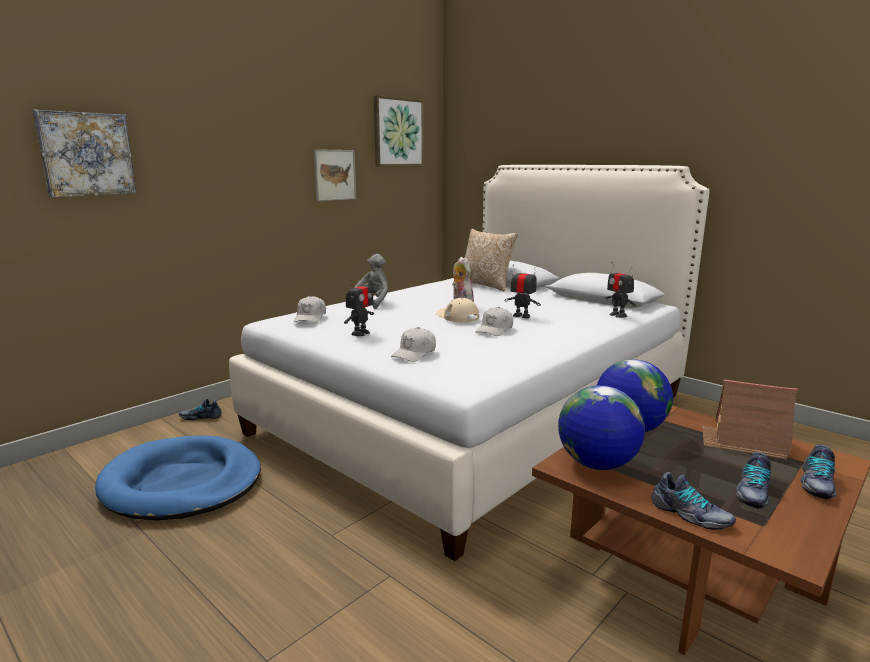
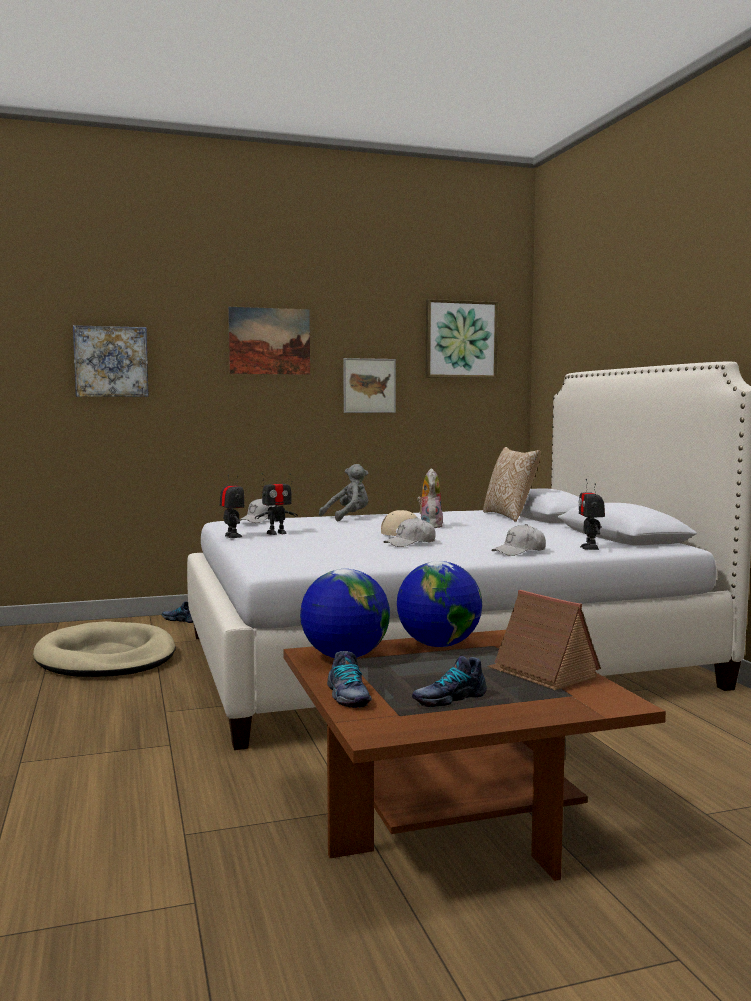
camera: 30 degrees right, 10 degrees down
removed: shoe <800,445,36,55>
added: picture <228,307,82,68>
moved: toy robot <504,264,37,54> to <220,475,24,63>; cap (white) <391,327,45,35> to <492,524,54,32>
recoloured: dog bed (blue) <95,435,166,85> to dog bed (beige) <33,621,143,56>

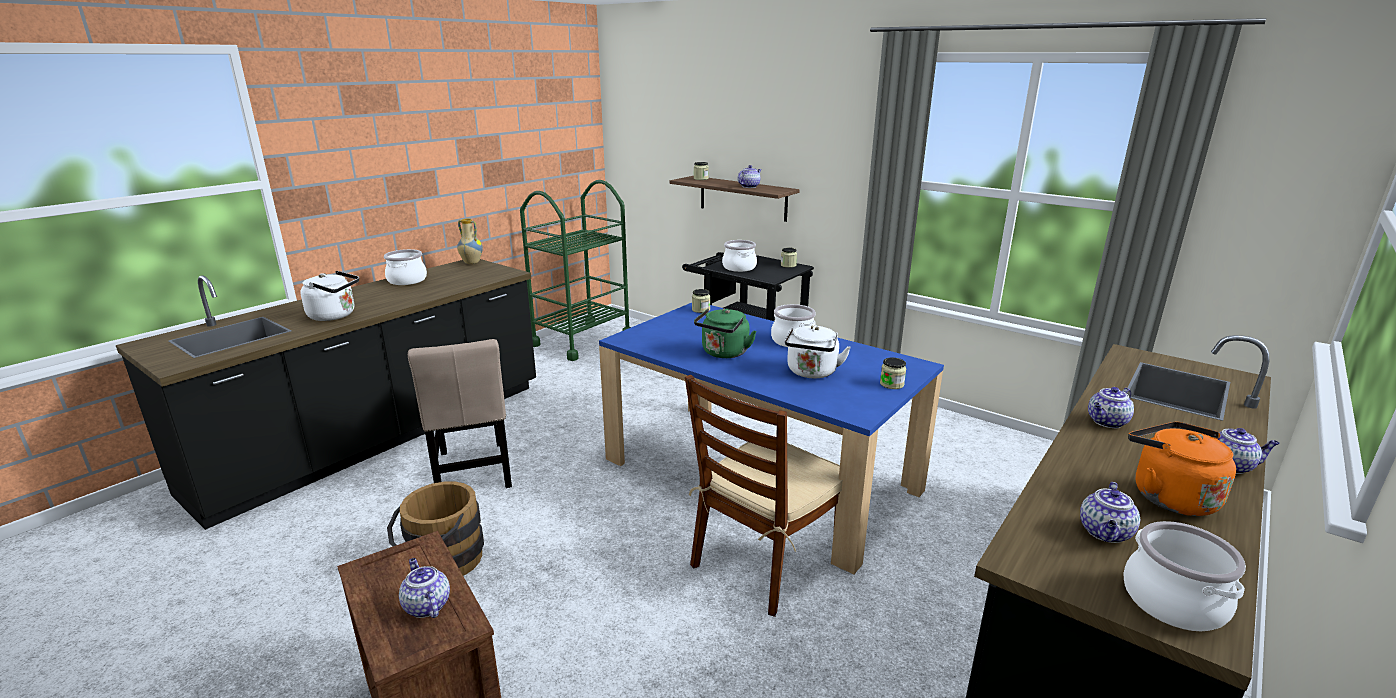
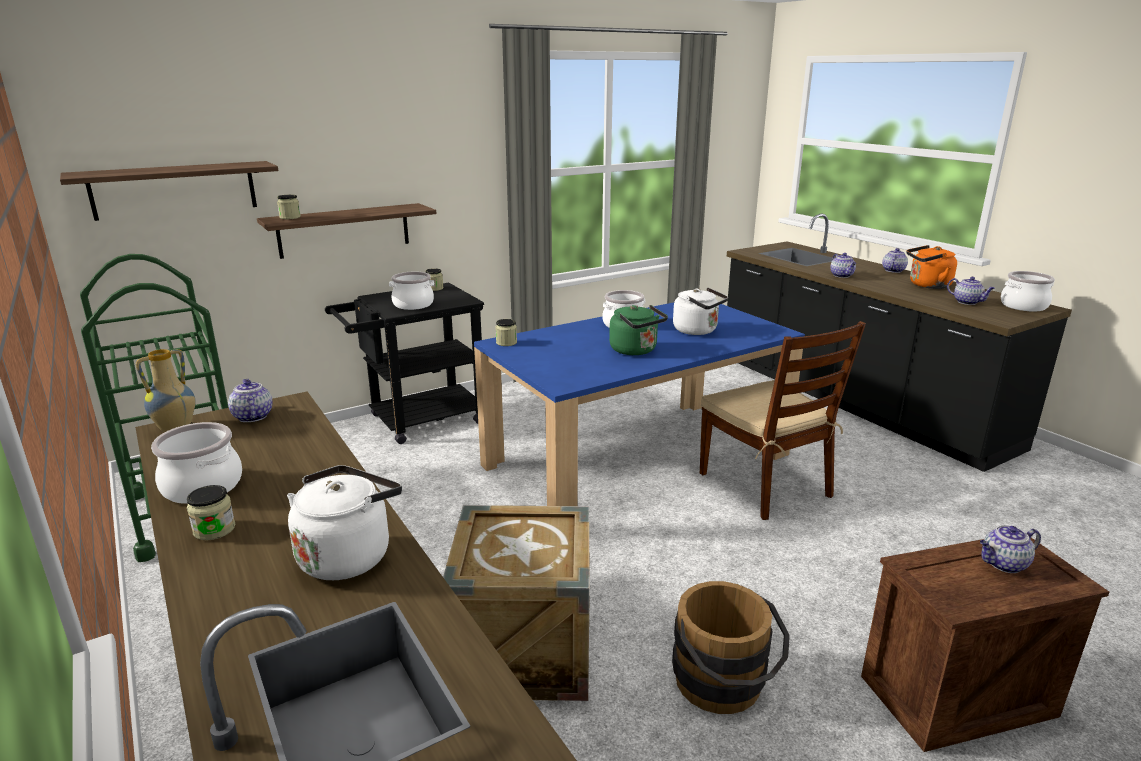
camera: 70 degrees left, 0 degrees up
added: shelf <60,161,219,60>
moved: jar <880,357,26,32> to <187,485,49,55>; teapot <738,165,24,23> to <228,379,45,43>
replaced: chair (beige) <408,339,104,149> to crate <443,505,147,196>

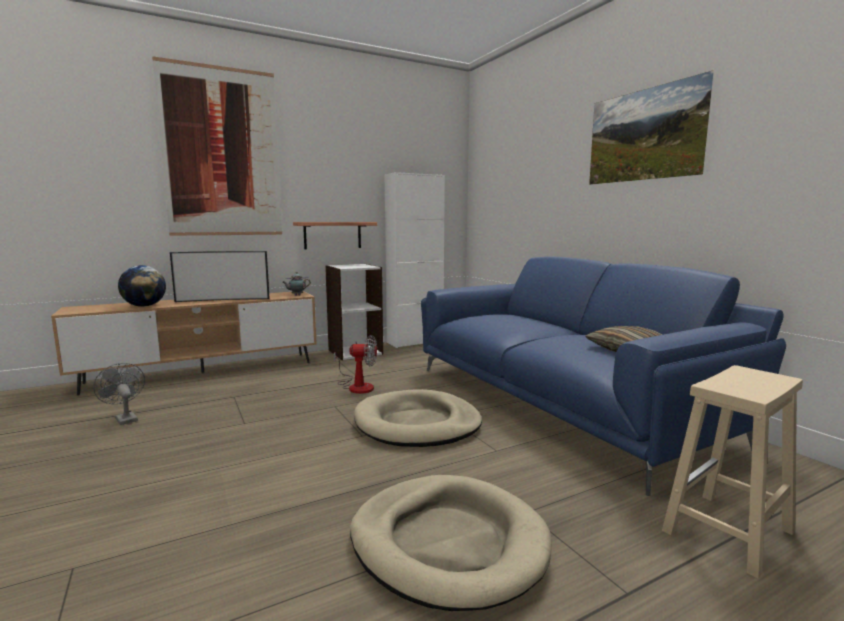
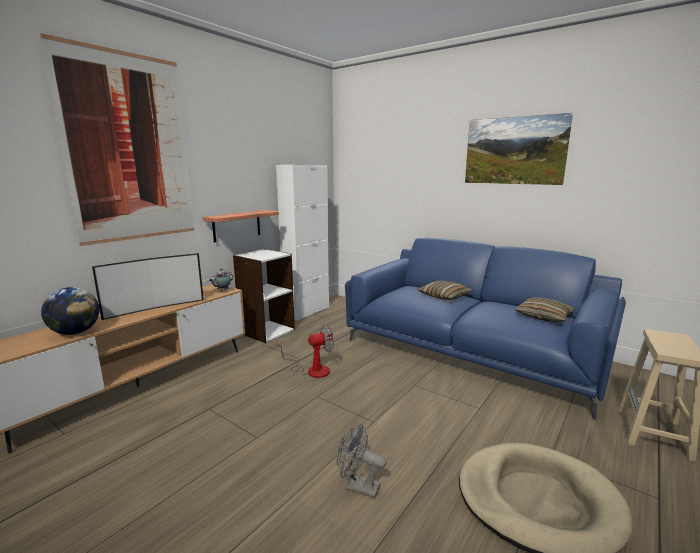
camera: 25 degrees left, 5 degrees up
removed: dog bed (beige) <354,389,128,58>
added: pillow <418,281,55,19>
moved: fan (grey) <93,363,52,62> to <336,424,50,74>

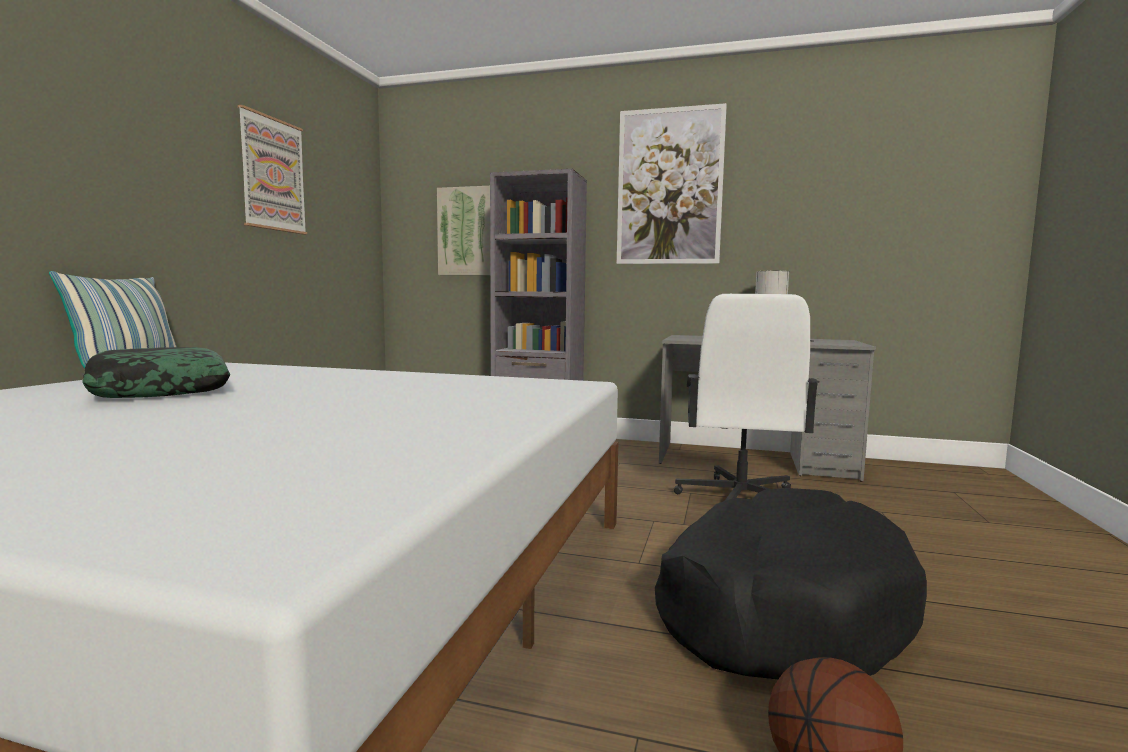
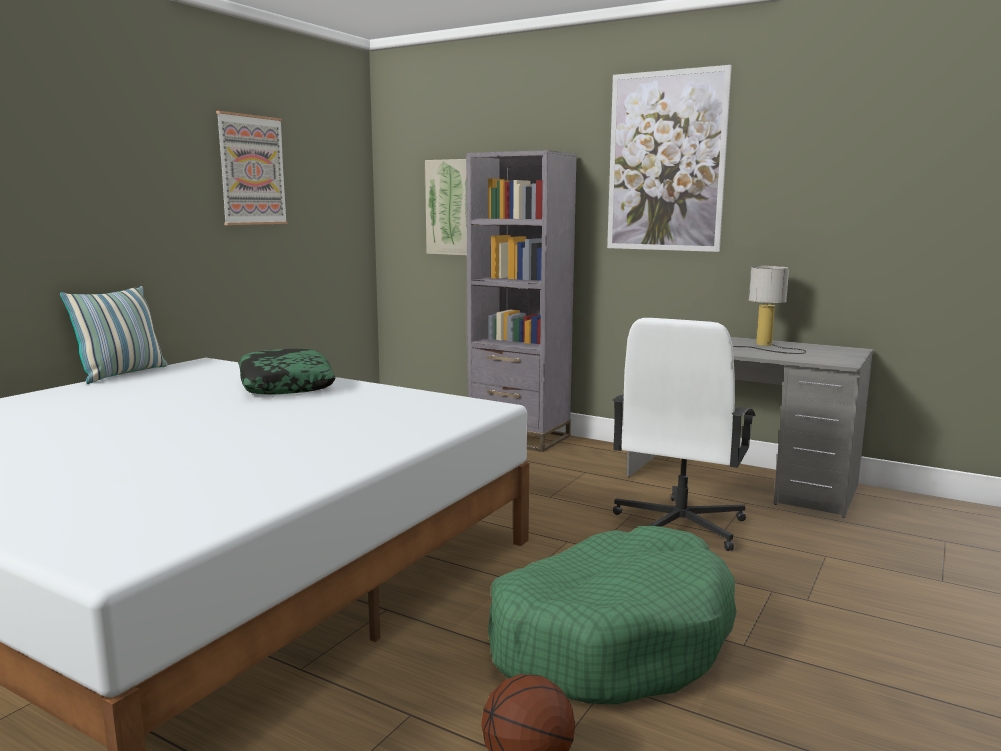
camera: 15 degrees right, 5 degrees up
moved: pillow <82,347,148,51> to <238,349,98,46>
recoloured: dog bed (black) <655,488,272,191> to dog bed (green) <488,526,248,179>

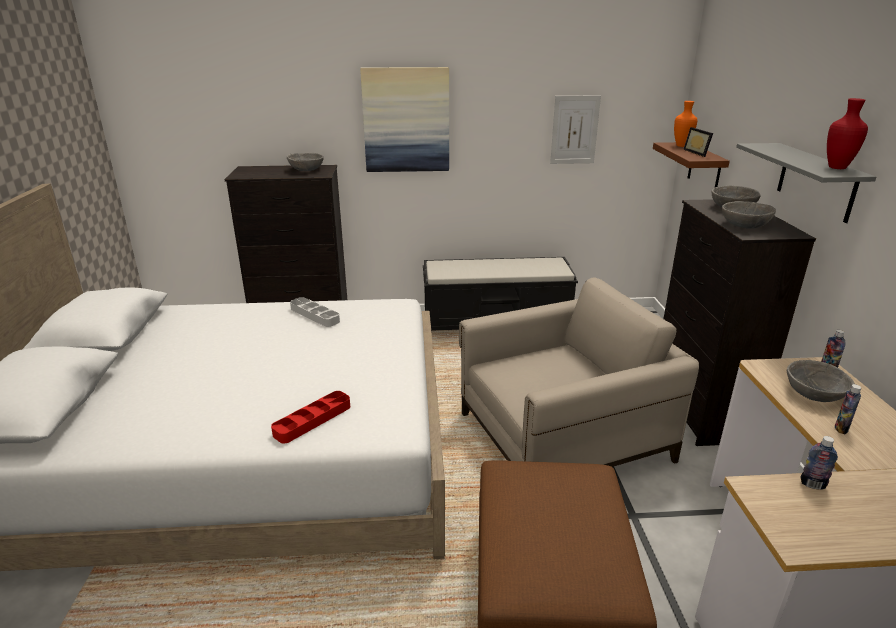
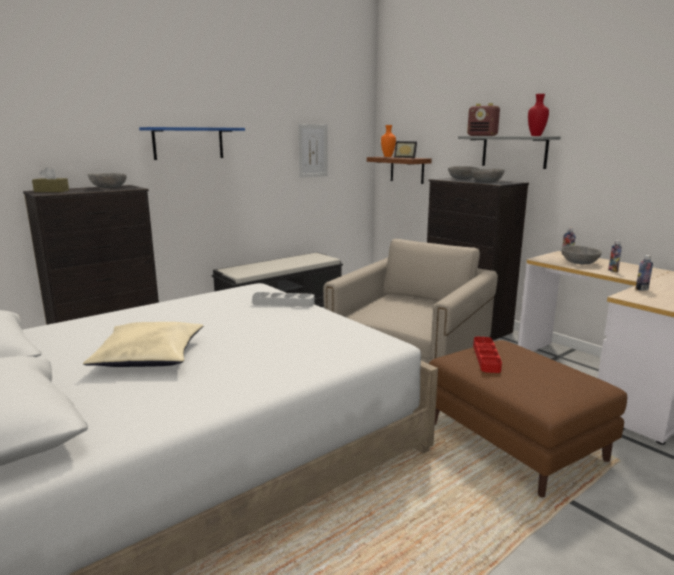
camera: 35 degrees left, 10 degrees down
added: tissue box (brown) <32,167,37,25>; pillow (beige) <83,322,121,45>; radio <467,103,33,33>
moved: tray (grey) <290,297,50,30> to <253,292,62,15>; tray (red) <271,391,79,53> to <473,337,29,36>
replaced: picture <360,67,89,105> to shelf (blue) <139,127,106,33>

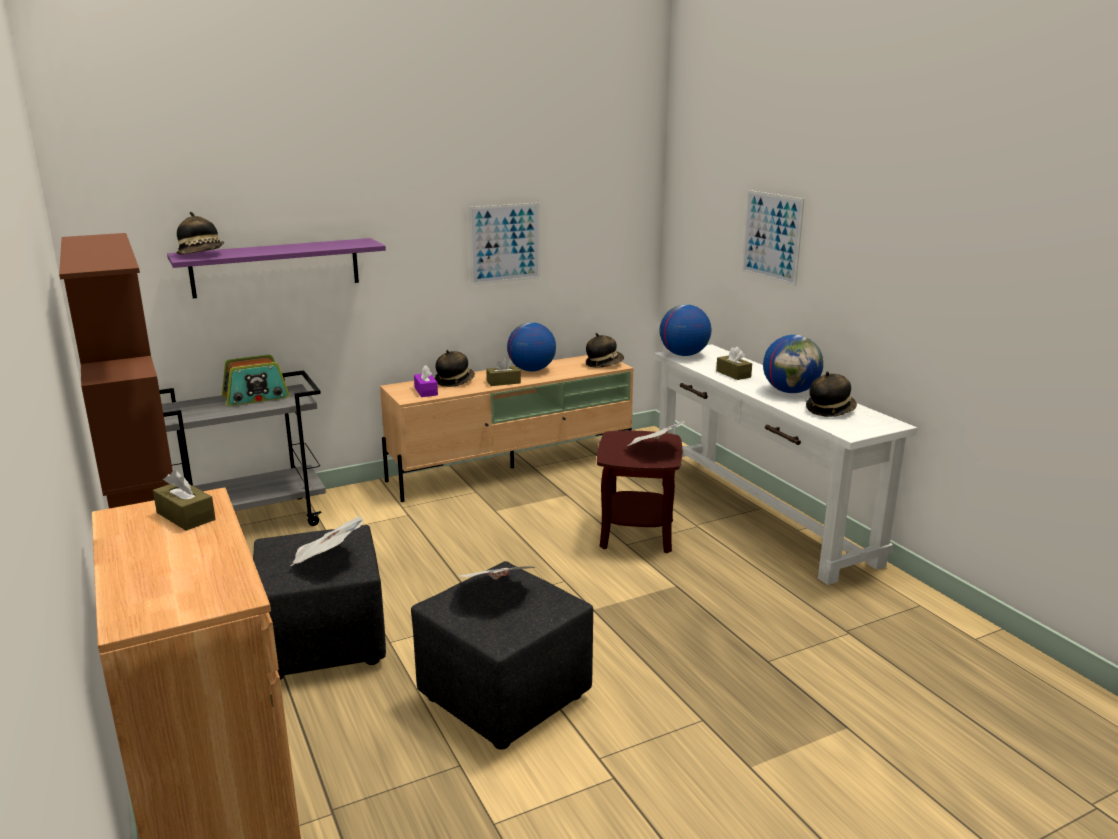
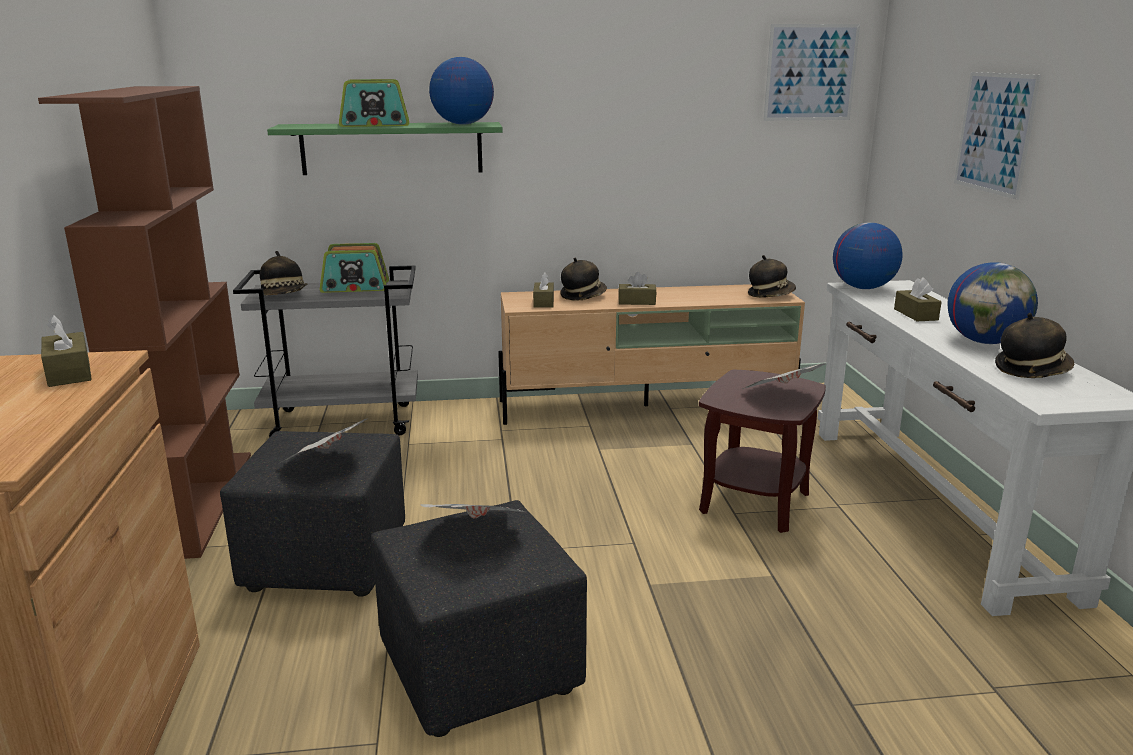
camera: 20 degrees right, 0 degrees up
added: radio <339,79,70,48>
moved: hat <176,212,49,43> to <258,251,50,45>; globe <507,322,49,49> to <429,57,65,68>; picture <468,203,72,82> to <764,24,96,97>
recoloured: shelf (purple) <167,238,219,60> to shelf (green) <267,122,236,53>; tissue box (purple) <414,366,24,31> to tissue box (brown) <533,272,21,36>

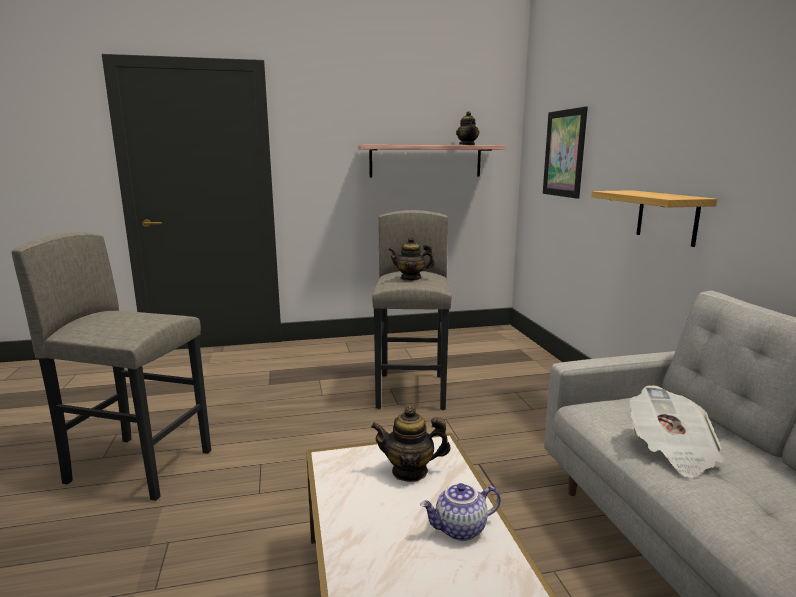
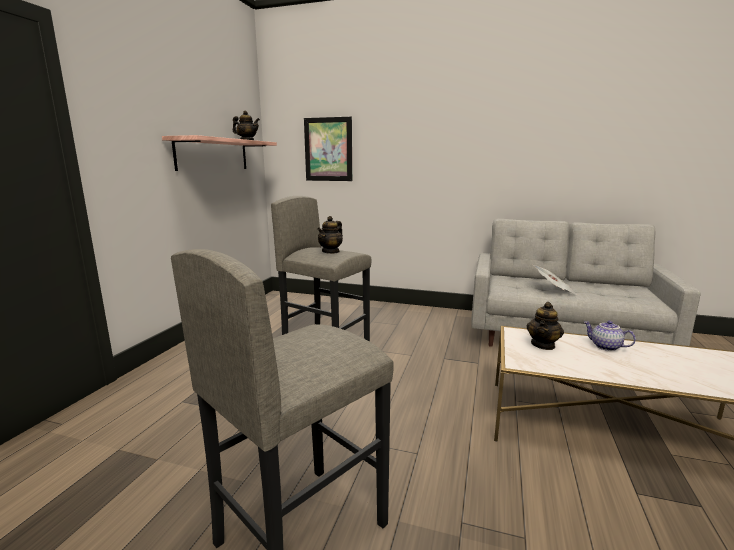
camera: 60 degrees left, 0 degrees up
removed: shelf <591,190,126,57>
turned: teapot <420,483,81,58> = <584,321,52,30> 120 degrees clockwise

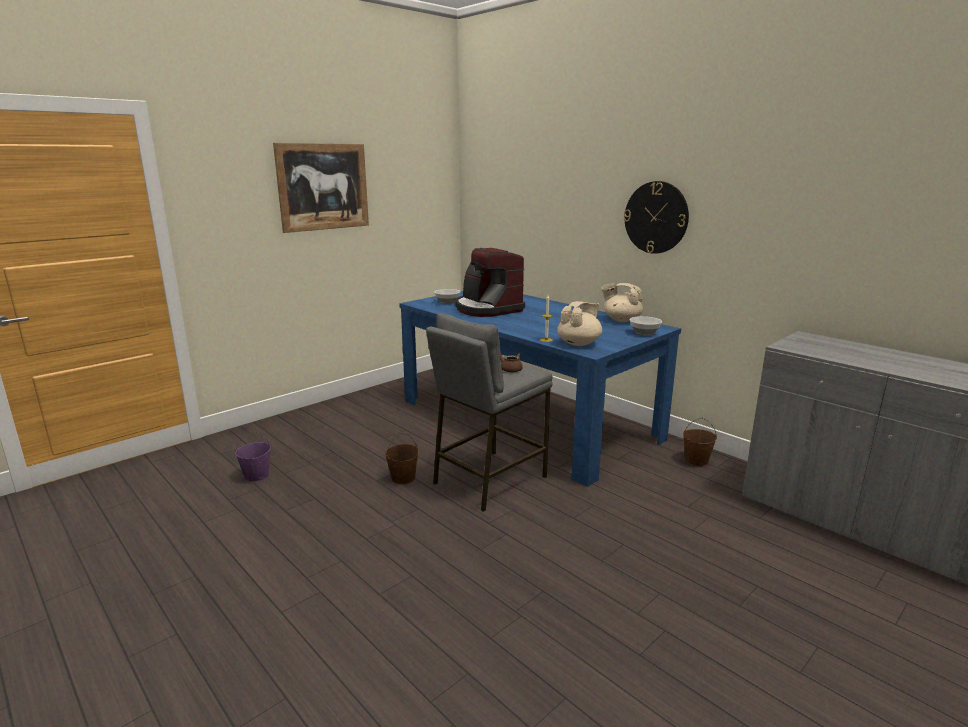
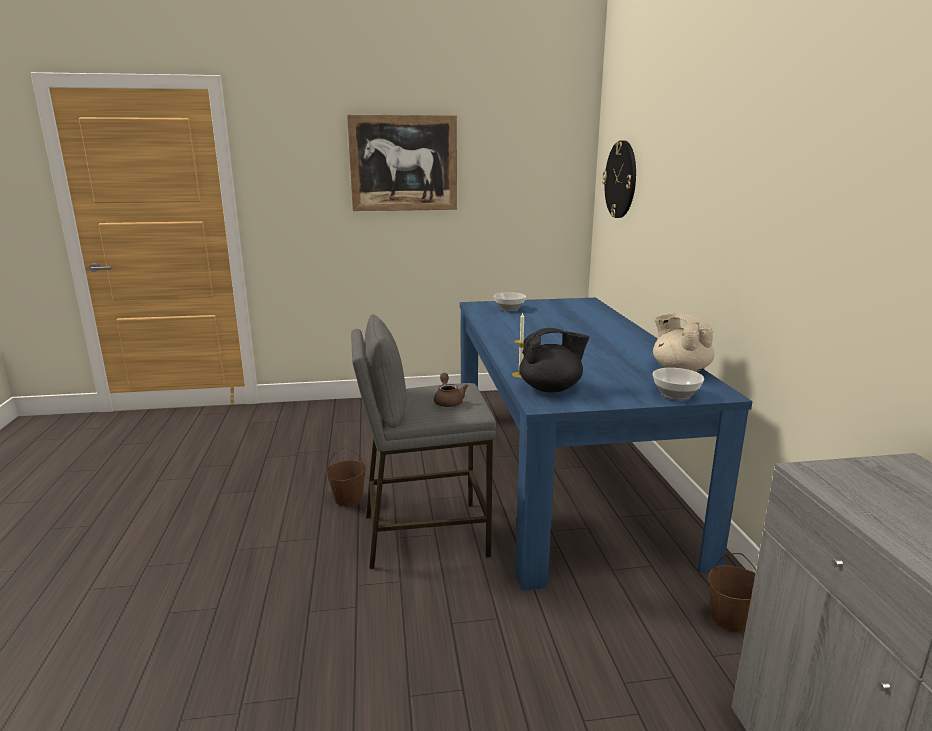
camera: 35 degrees right, 0 degrees up
removed: bucket (purple) <235,431,36,51>; coffee machine <455,248,70,69>
moved: wall clock <624,181,65,73> to <602,140,34,78>
recoloured: teapot (beige) <557,301,45,45> to teapot (black) <519,328,70,65>

